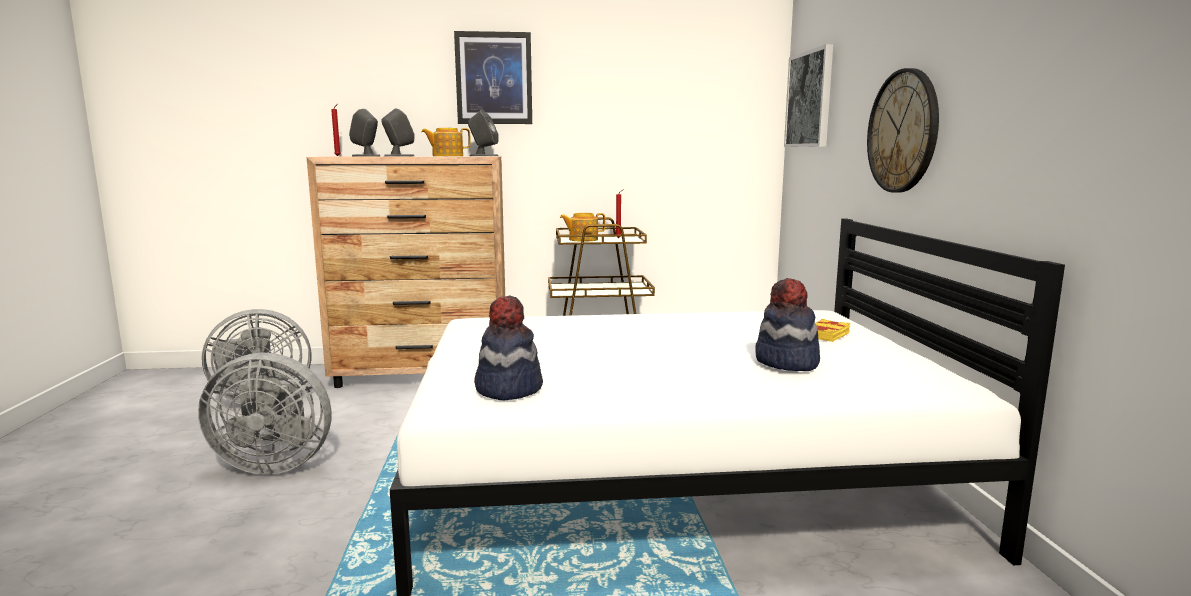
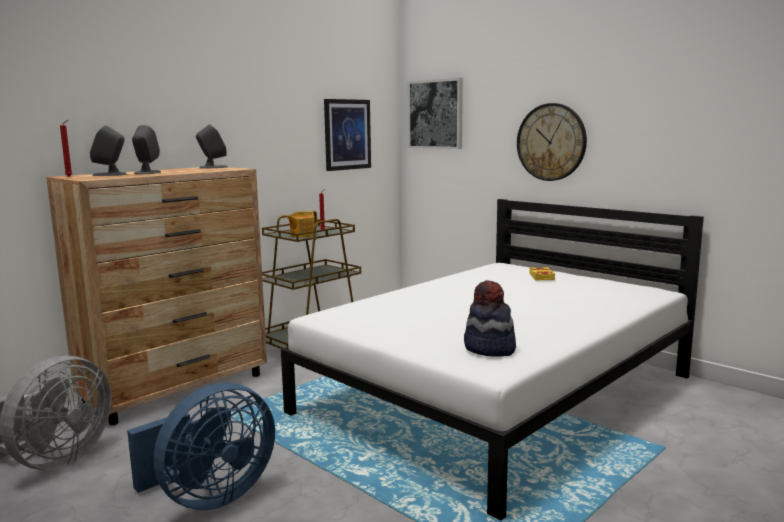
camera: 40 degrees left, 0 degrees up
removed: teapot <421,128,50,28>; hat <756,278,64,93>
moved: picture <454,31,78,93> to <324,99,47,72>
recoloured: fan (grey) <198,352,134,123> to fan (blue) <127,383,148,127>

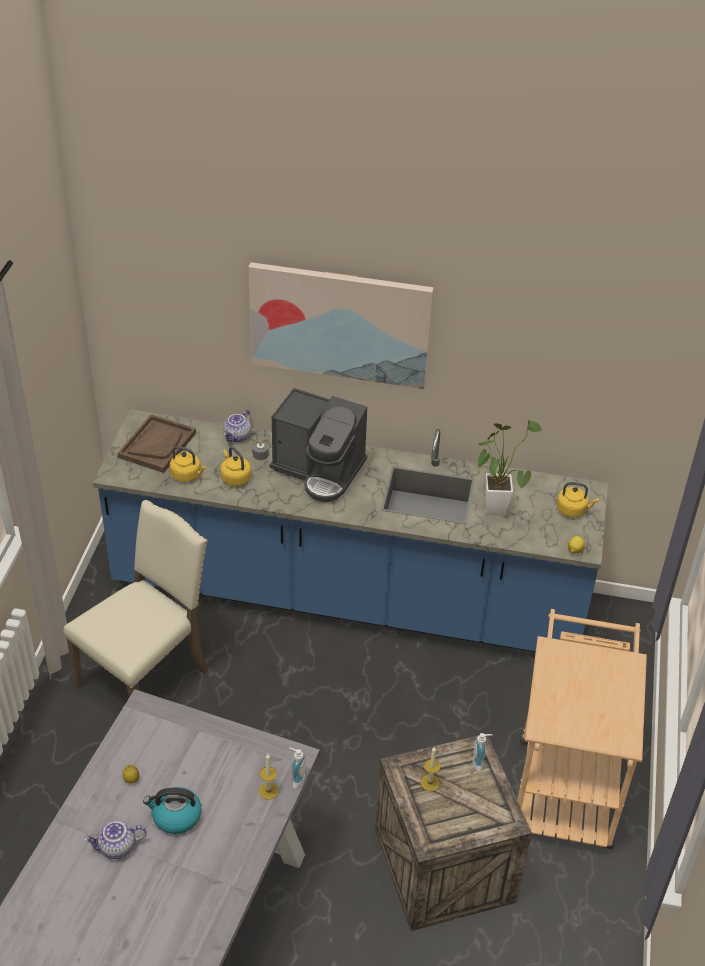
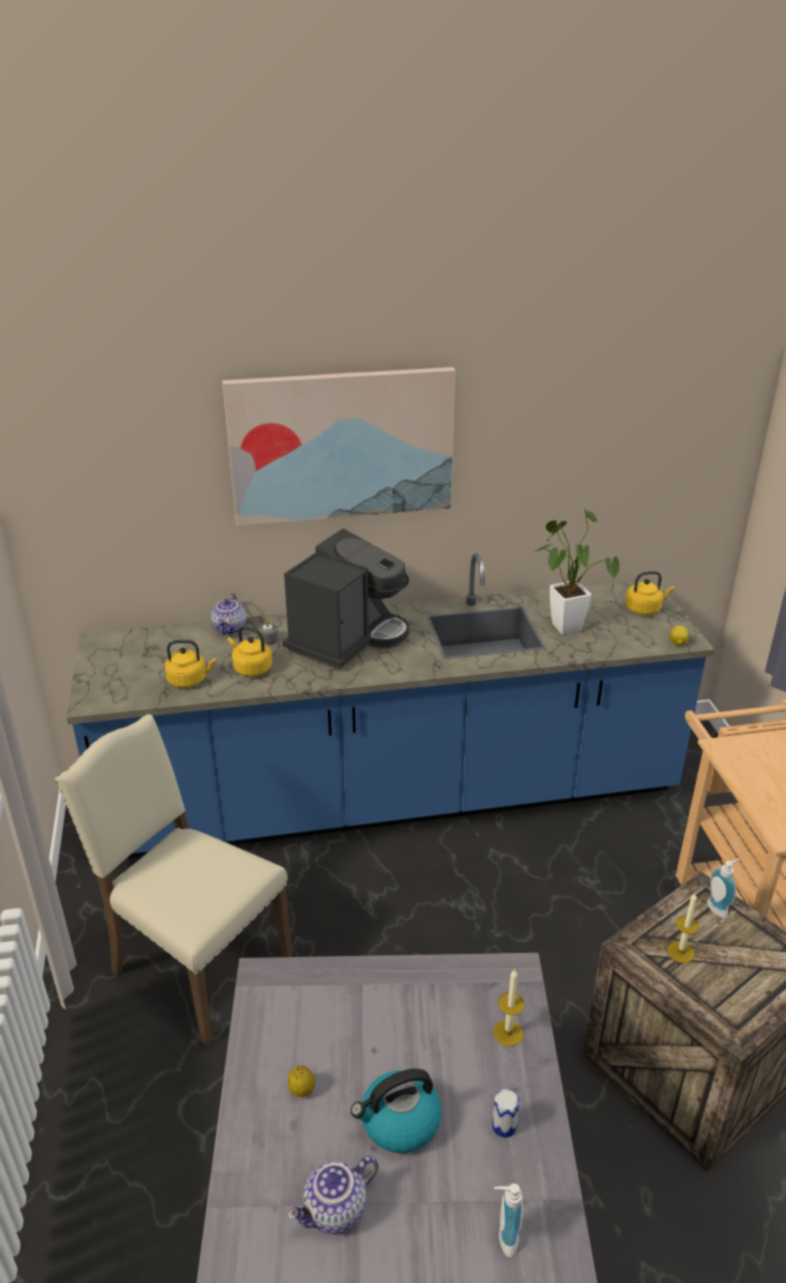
camera: 20 degrees left, 10 degrees down
removed: tray (brown) <118,414,78,59>
added: can <492,1089,28,49>
moved: soap dispenser <289,747,17,42> to <494,1183,29,74>
turned: chair (beige) <63,500,145,197> = <55,714,237,332> 75 degrees counterclockwise; coffee machine <270,388,97,114> = <282,528,127,142> 60 degrees counterclockwise

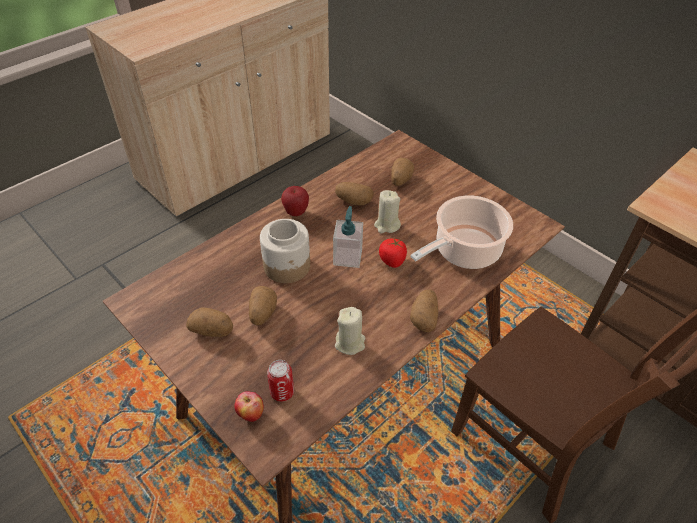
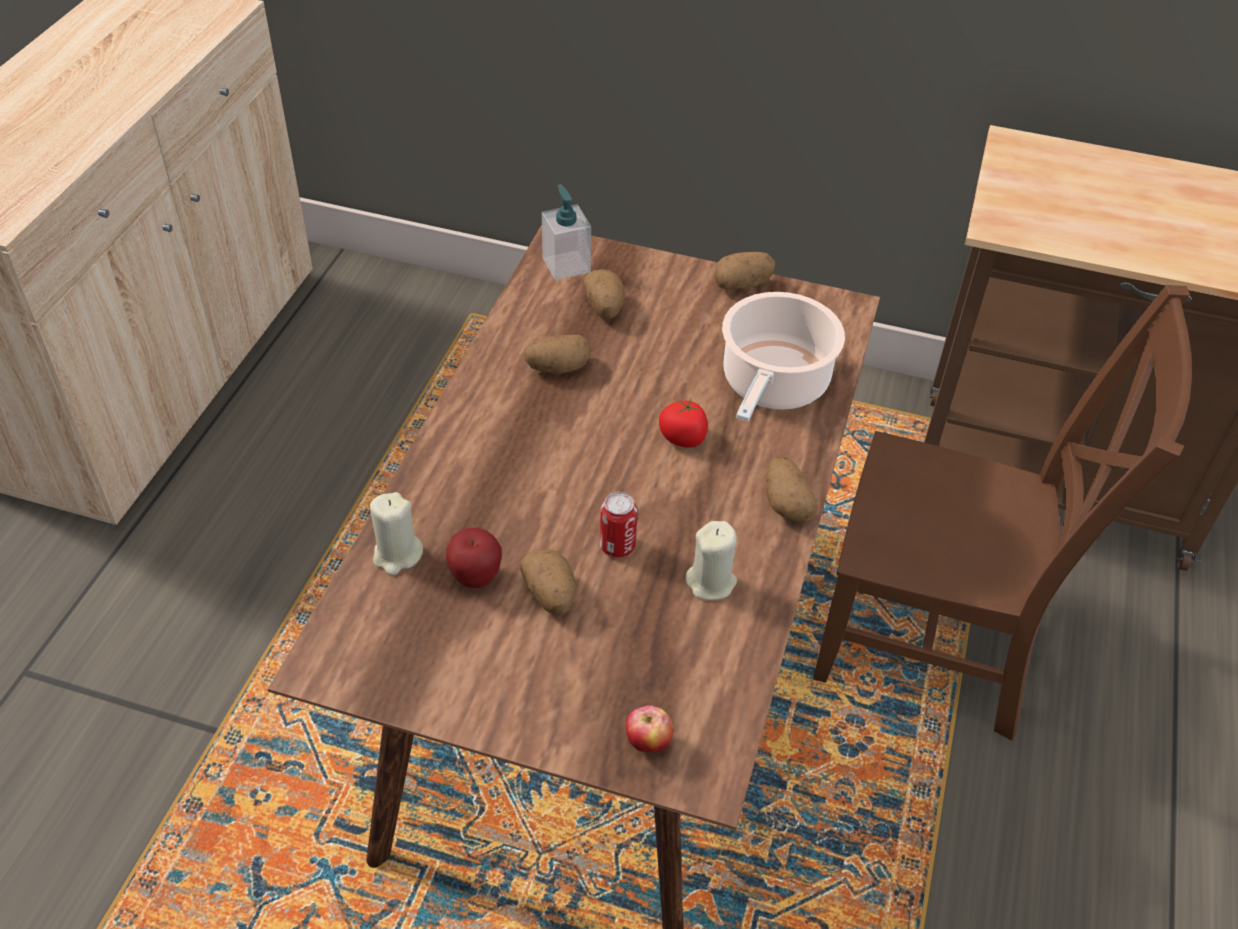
camera: 30 degrees left, 0 degrees up
removed: jar <260,219,50,64>
moved: candle (beige) <374,190,27,43> to <370,492,53,83>; apple <281,186,28,30> to <446,528,56,60>; soap dispenser <333,206,30,62> to <542,184,49,96>; can <267,360,27,42> to <600,492,37,65>; potato <186,307,47,30> to <714,252,61,37>

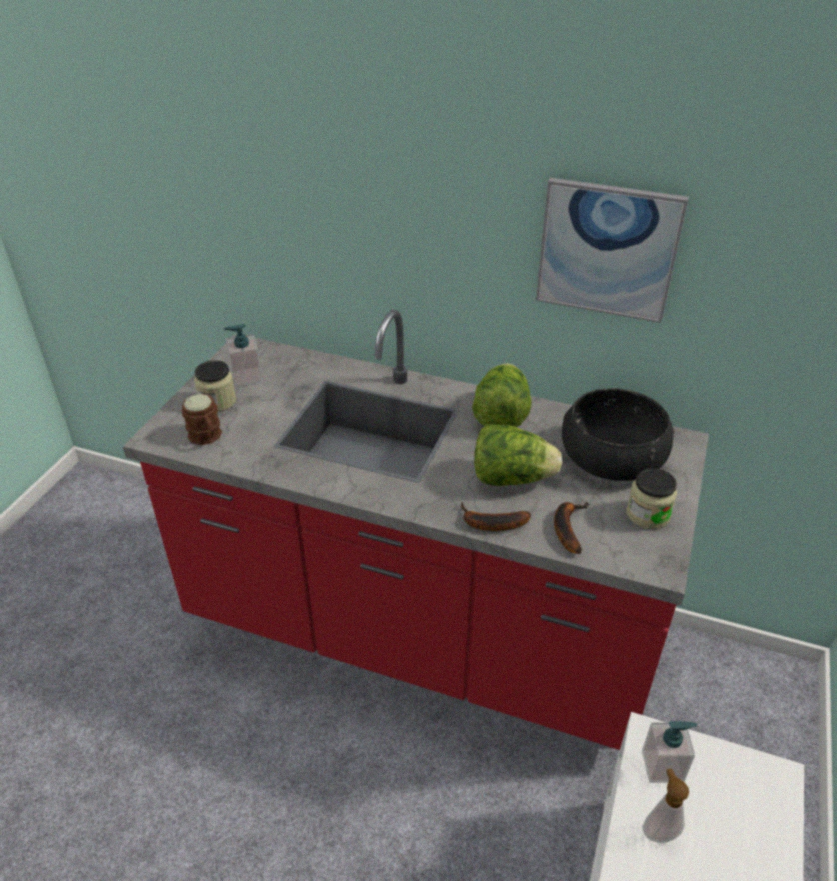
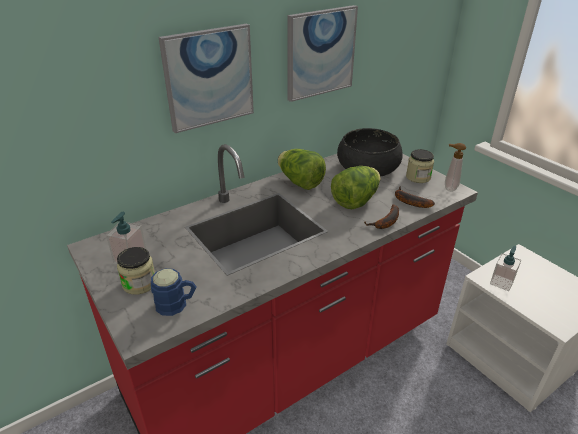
camera: 55 degrees left, 5 degrees down
added: picture <158,24,96,109>
moved: soap dispenser <643,768,46,75> to <445,143,21,49>
recoloured: mug (brown) <182,394,40,51> to mug (blue) <151,269,46,47>

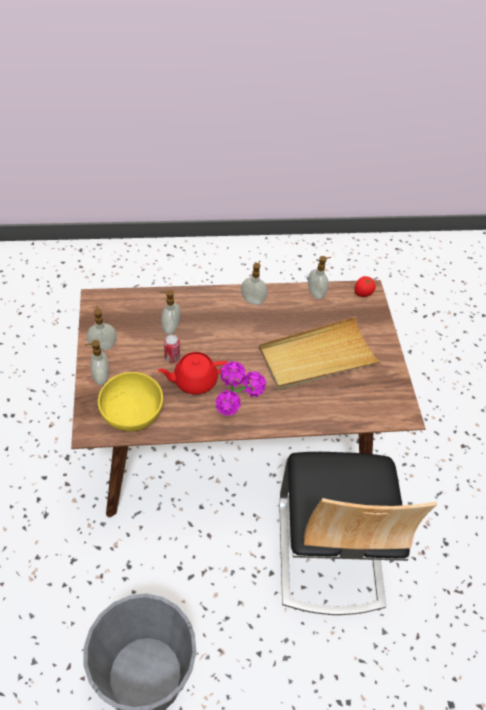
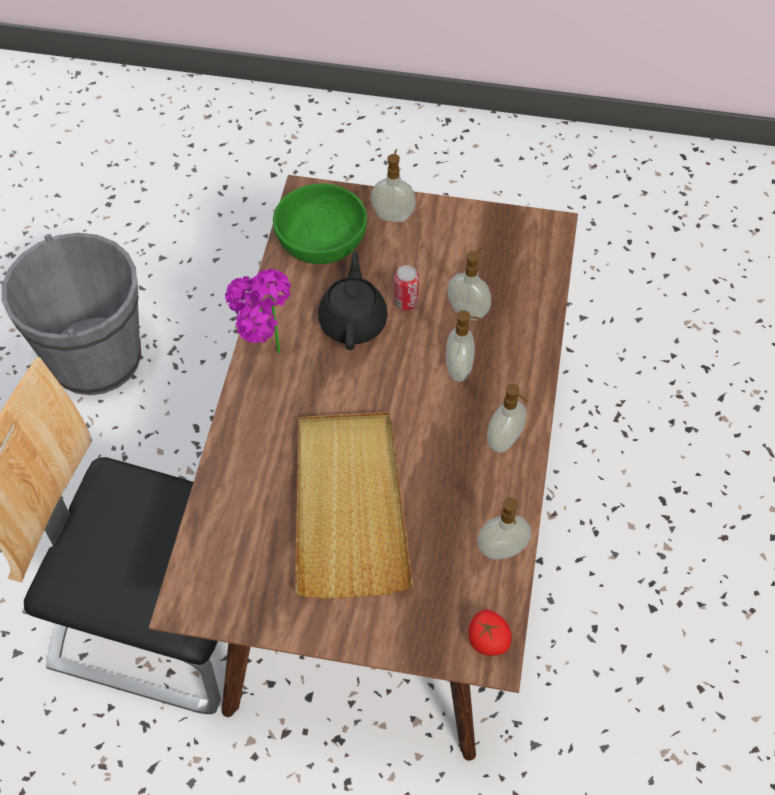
camera: 110 degrees right, 5 degrees up
moved: soap dispenser <87,305,30,46> to <446,310,35,72>
recoloured: bowl (yellow) <98,372,65,59> to bowl (green) <273,183,94,81>; teapot (red) <158,352,70,43> to teapot (black) <318,250,70,100>

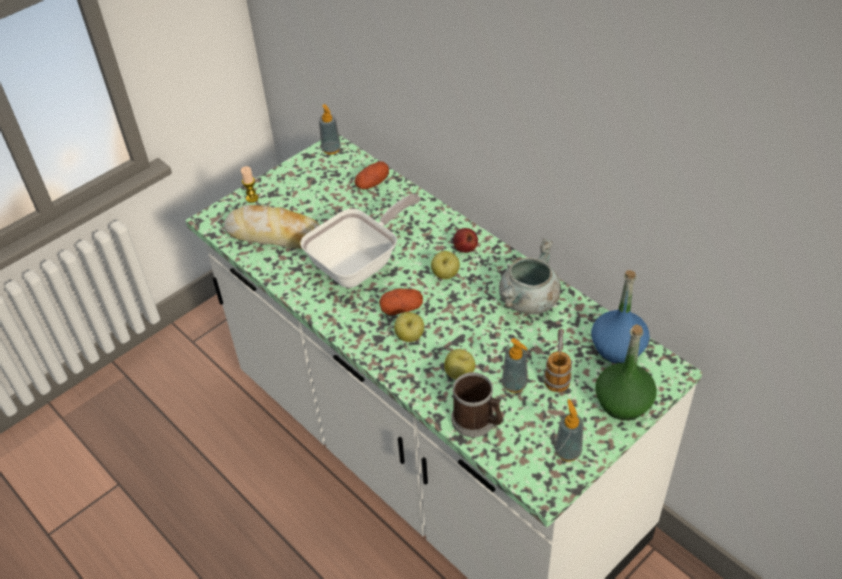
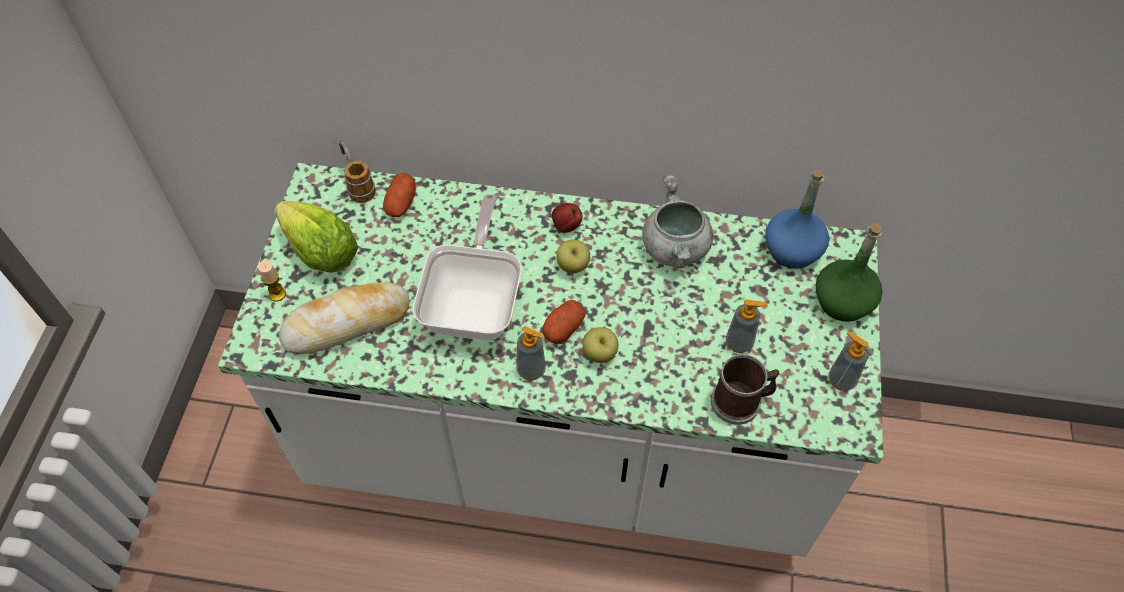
camera: 40 degrees left, 10 degrees up
removed: apple <444,349,31,31>
added: lettuce <275,201,83,72>
moved: mug <544,329,28,63> to <339,141,36,62>; soap dispenser <319,104,22,51> to <516,326,30,54>

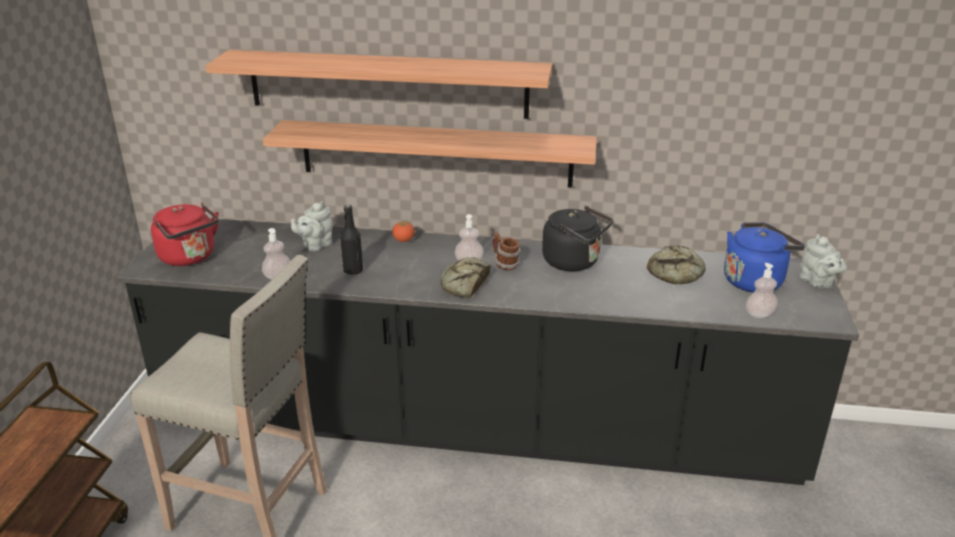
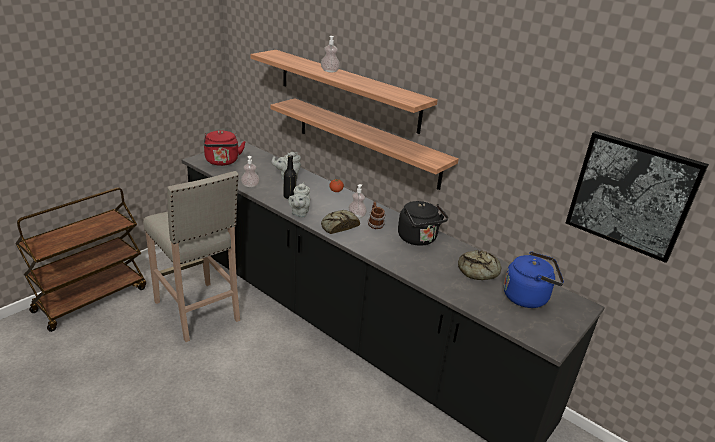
camera: 30 degrees right, 0 degrees up
added: picture <566,131,143,132>
moved: teapot (grey) <800,234,47,54> to <288,182,22,36>; soap dispenser <746,263,32,55> to <321,36,19,37>

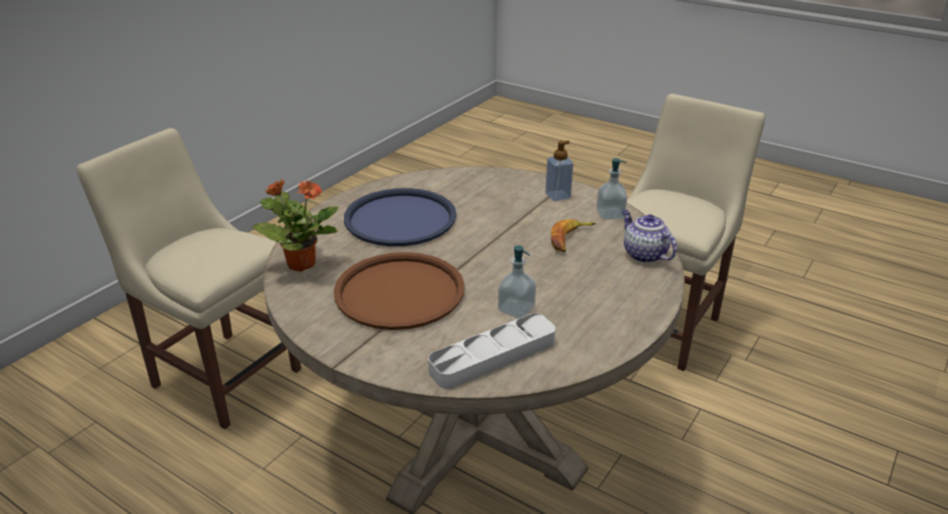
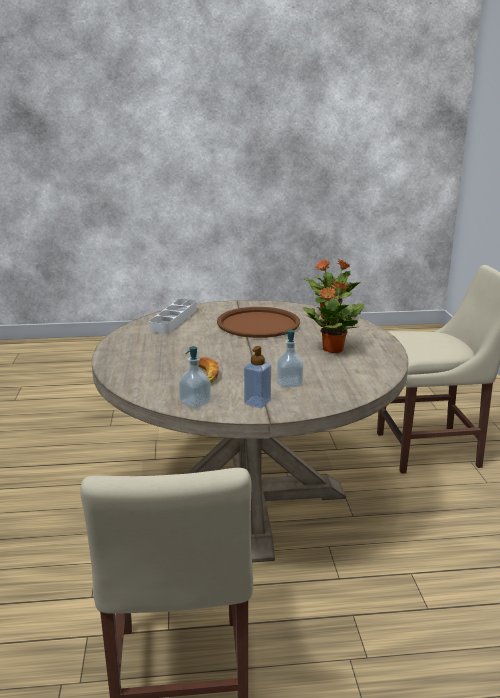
camera: 140 degrees right, 10 degrees down
removed: teapot <622,210,55,53>
moved: soap dispenser <498,245,38,74> to <277,330,27,58>
replaced: tray (blue) <344,188,113,58> to potted plant <303,281,61,72>

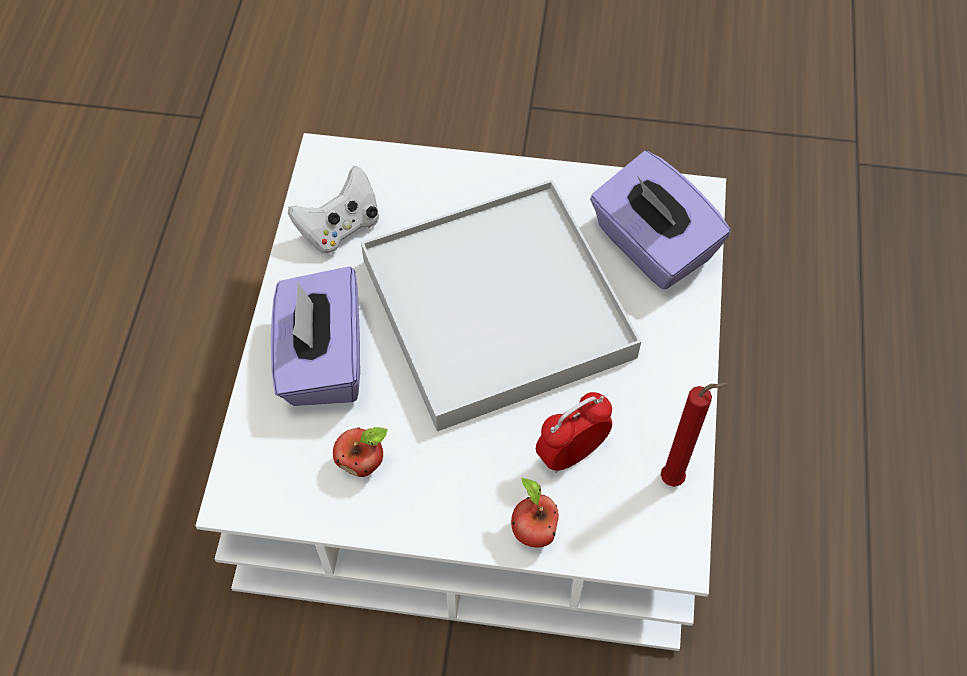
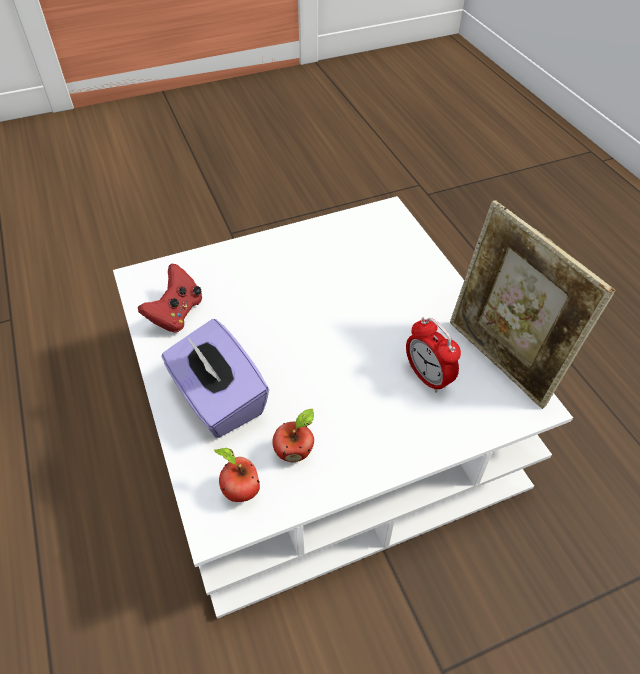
camera: 30 degrees left, 10 degrees down
removed: tray (white) <361,180,280,251>; tissue box (purple) <590,151,141,138>
moved: apple <511,478,48,70> to <214,448,46,54>
replaced: candle (red) <661,382,68,105> to picture frame <450,200,166,209>
recoloured: game controller (white) <288,166,91,88> to game controller (red) <138,264,64,69>
turned: alarm clock <536,392,76,81> = <406,318,55,75> 60 degrees counterclockwise

